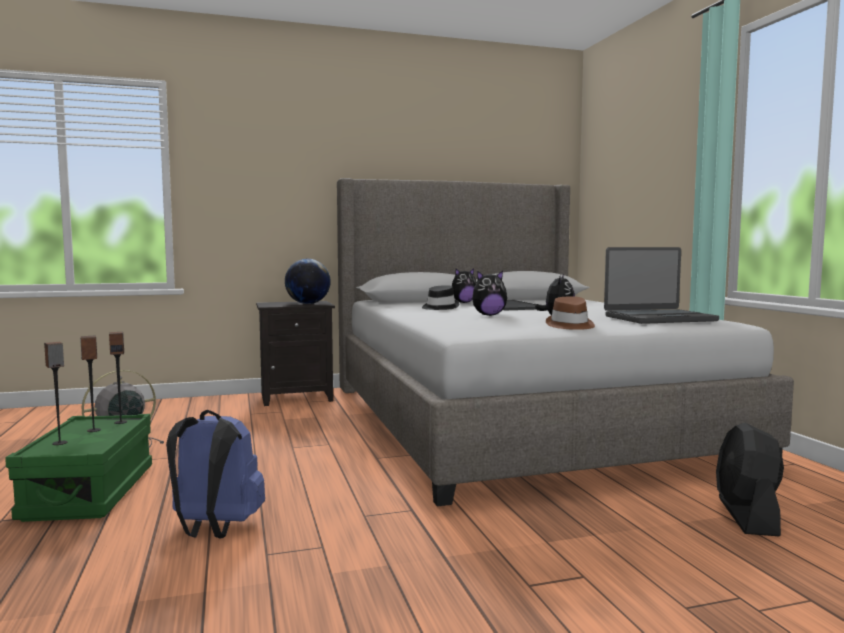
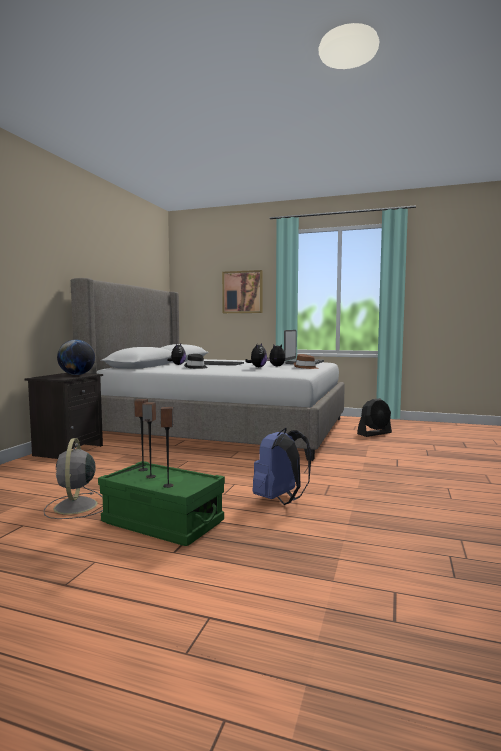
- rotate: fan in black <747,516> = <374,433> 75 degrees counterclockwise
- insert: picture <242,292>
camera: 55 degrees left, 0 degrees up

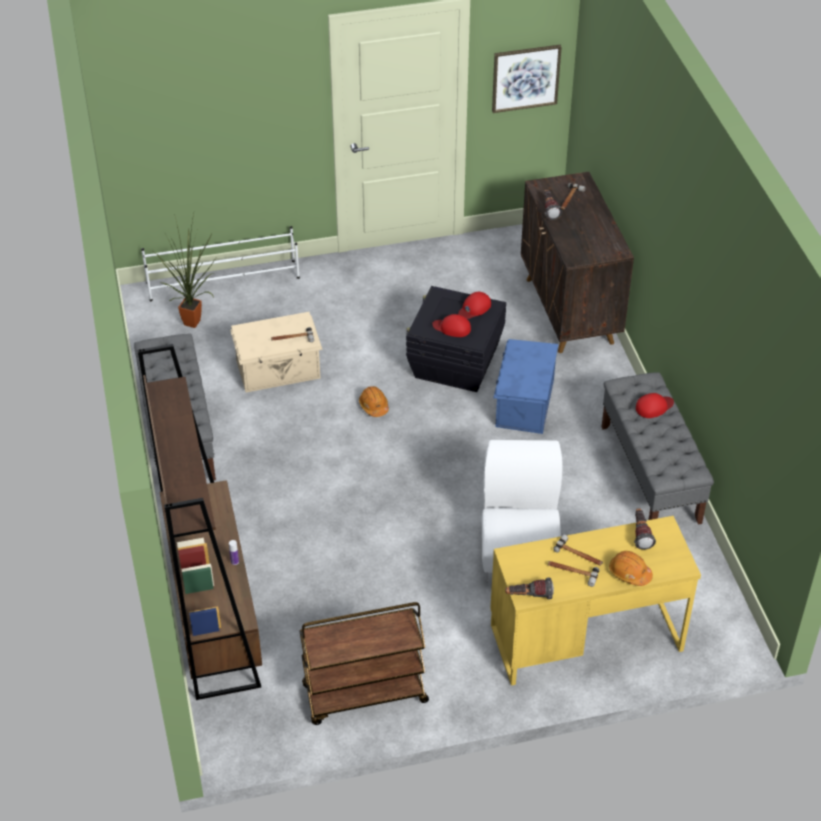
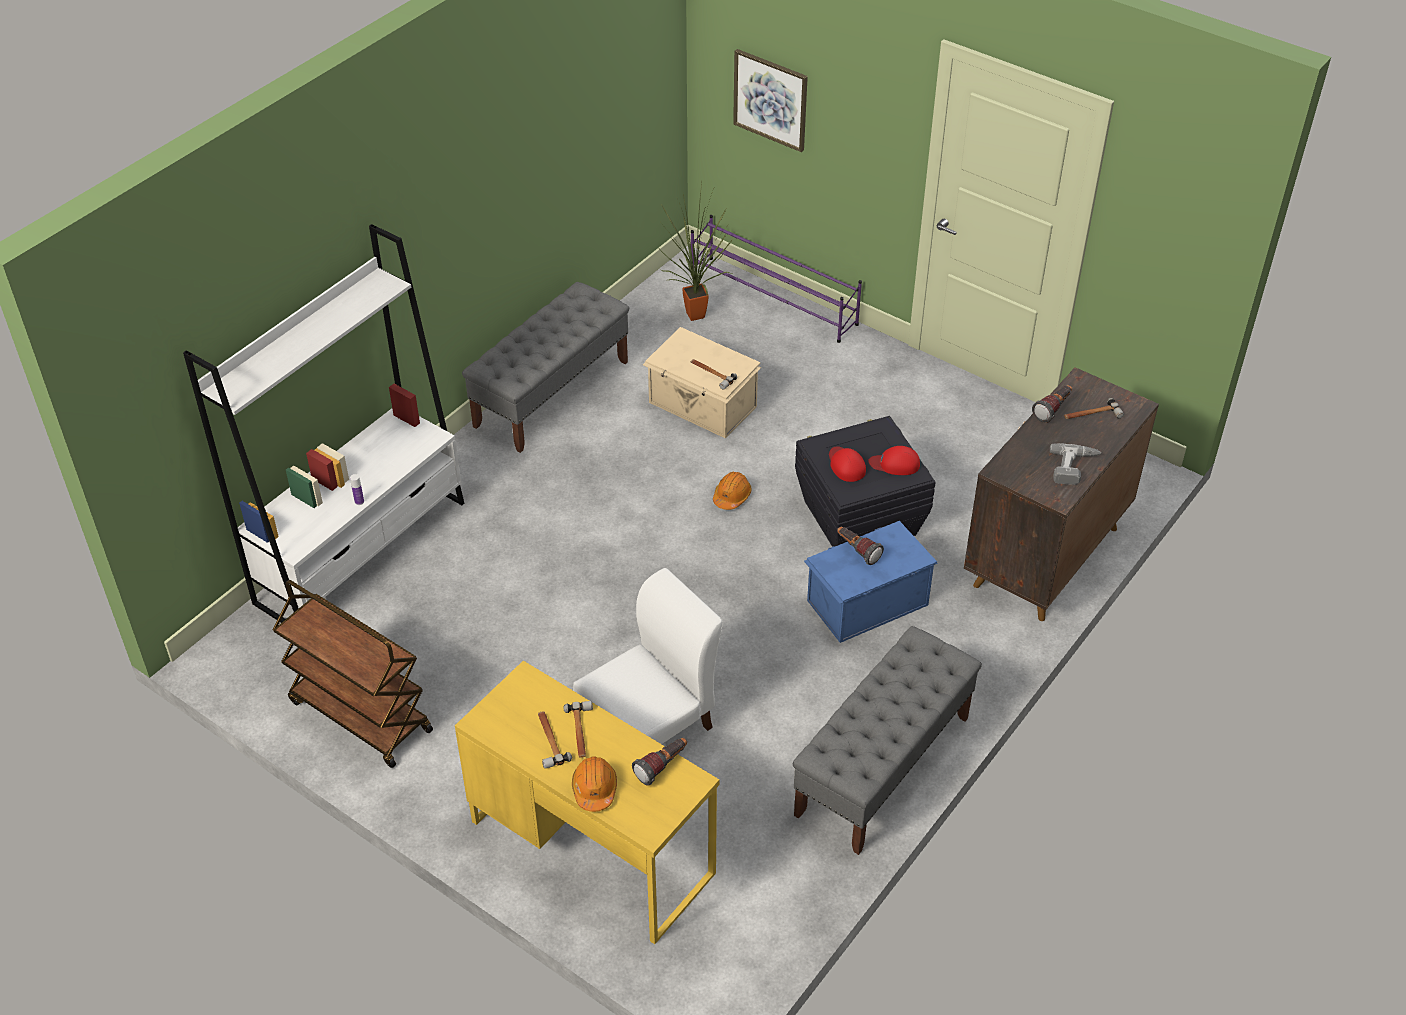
- recolor: bookcase in brown <213,613> to bookcase in white <362,552>
- recolor: shoe rack in white <224,280> to shoe rack in purple <773,299>
- move: picture <525,78> to <770,99>
- move: flashlight <528,596> to <857,551>
- delete: cap in red <654,407>
- insert: power drill <1074,468>
camera: 50 degrees right, 0 degrees up

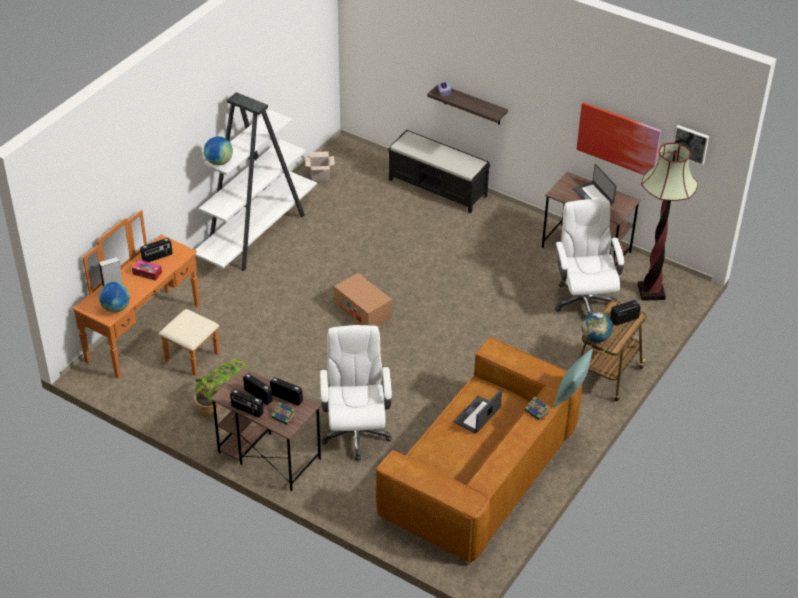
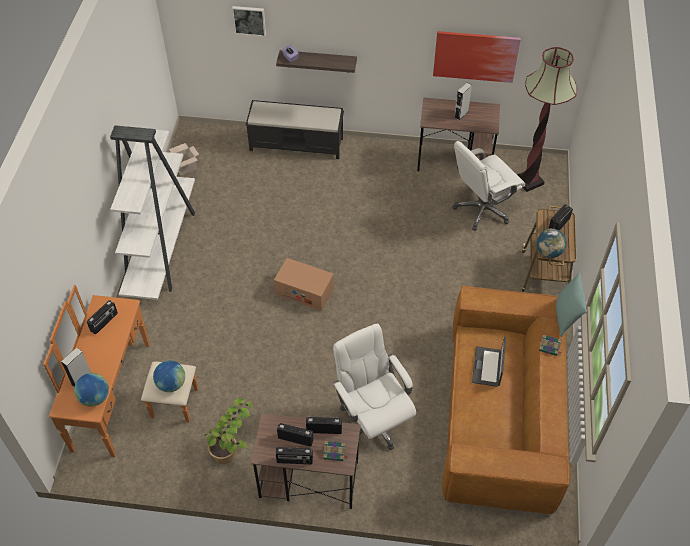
- delete: tissue box <147,273>
- move: globe <219,162> to <171,384>
- rotate: office chair in white <583,301> = <482,209> 90 degrees counterclockwise
- replace: laptop <593,196> to speaker in grey <461,114>
- move: picture <691,144> to <249,20>
camera: 25 degrees left, 10 degrees up

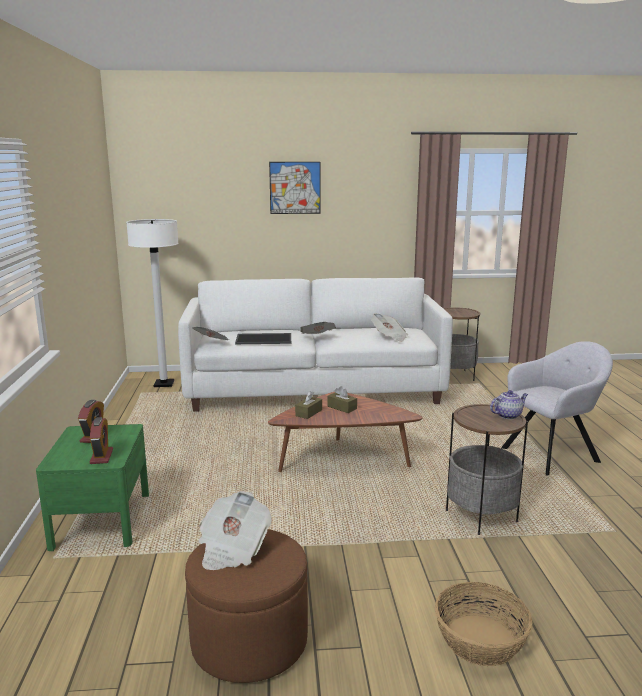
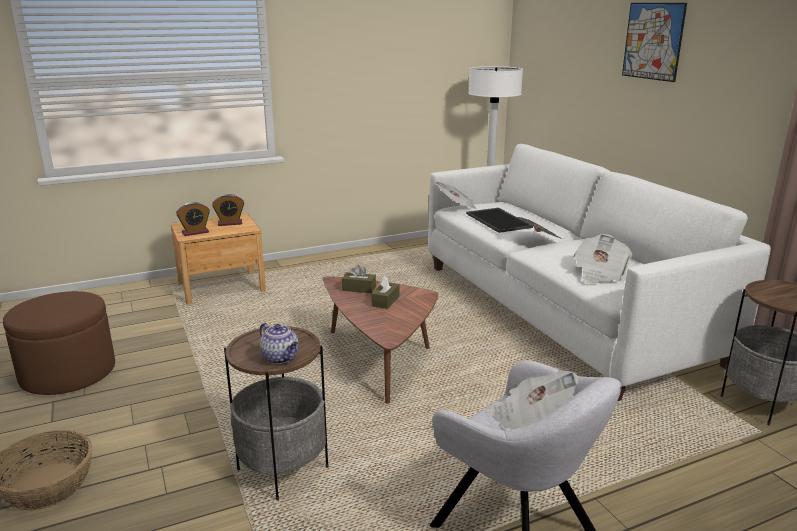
- recolor: nightstand in green <101,520> to nightstand in brown <221,287>
- move: newspaper <232,549> to <531,418>
camera: 70 degrees right, 5 degrees up

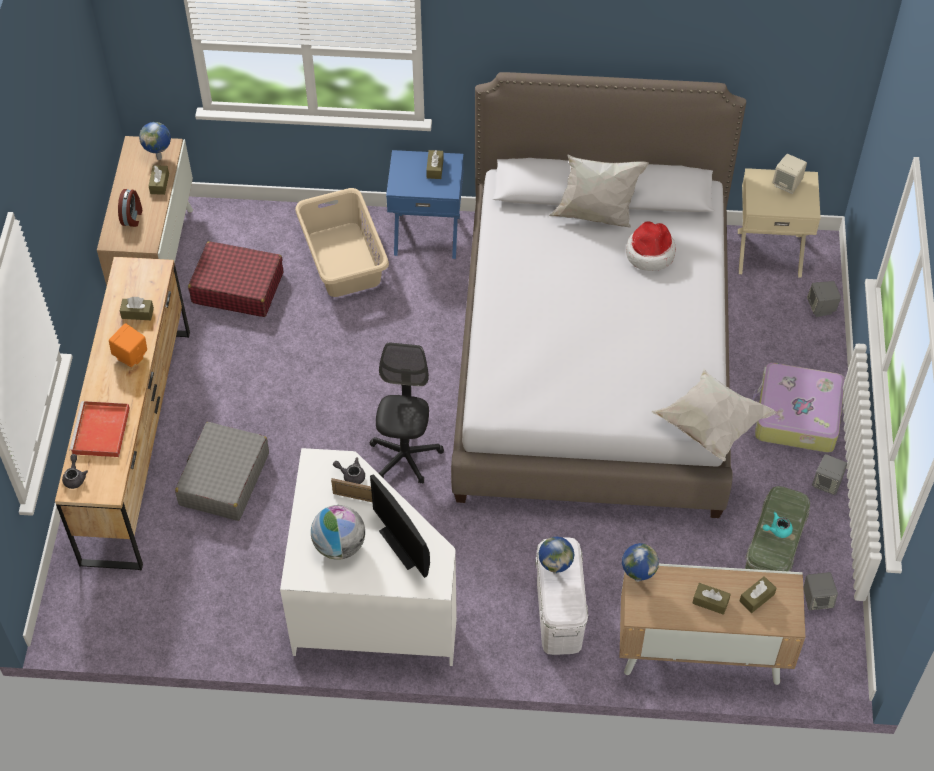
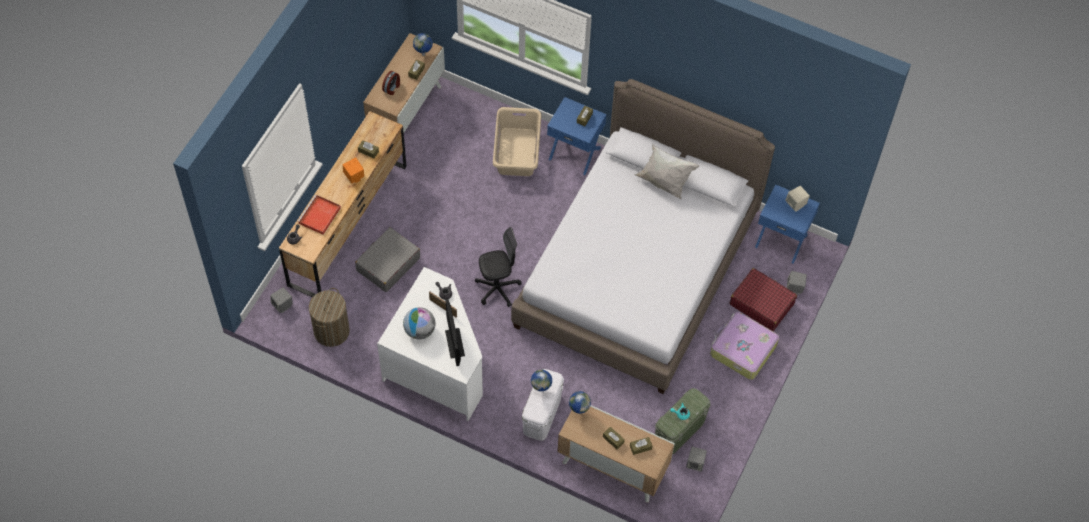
- move: suitcase in red <237,287> to <761,303>
- rotate: office chair in black <405,456> = <497,288> 45 degrees clockwise
- delete: hat <649,253>
- delete: pillow in white <710,425>
- recolor: nightstand in beige <769,252> to nightstand in blue <781,240>
- move: speaker in grey <827,483> to <283,305>
- insert: laundry basket <331,331>
camera: 20 degrees right, 5 degrees up

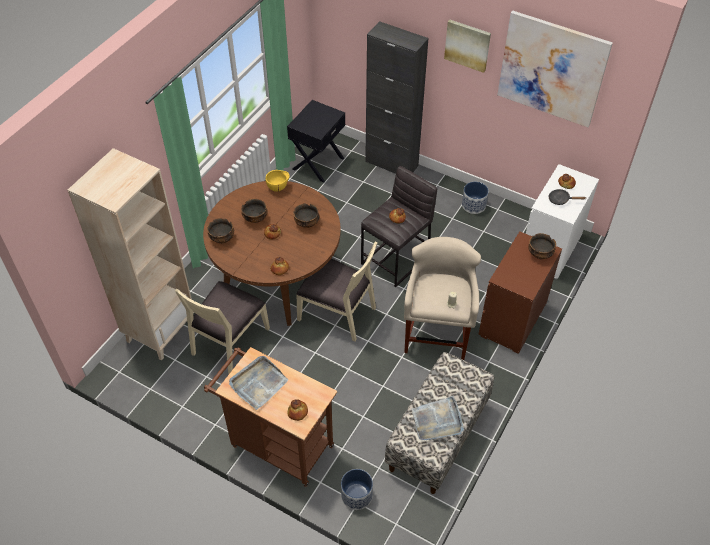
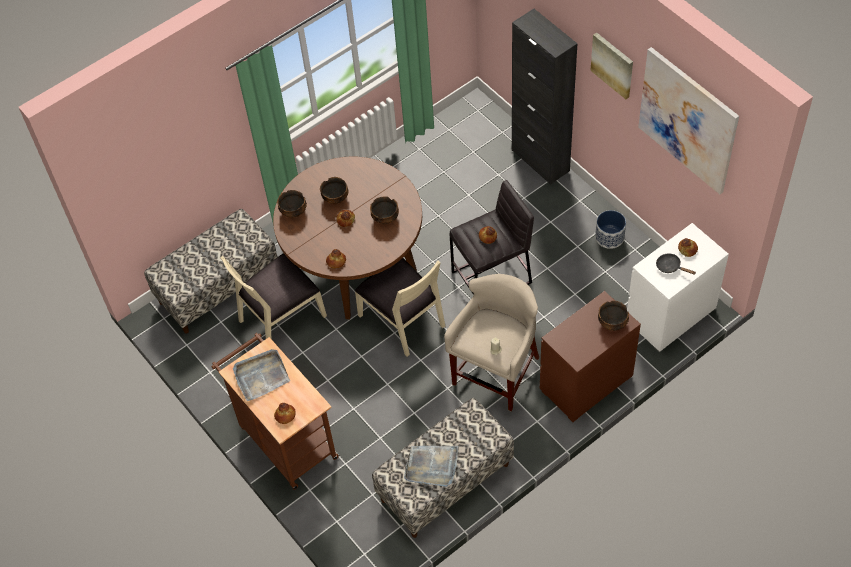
- replace: bookcase in beige <160,331> to bench <218,287>
- delete: bowl in yellow <278,188>
- delete: nightstand in black <317,163>
- delete: planter <356,495>
camera: 25 degrees right, 5 degrees up

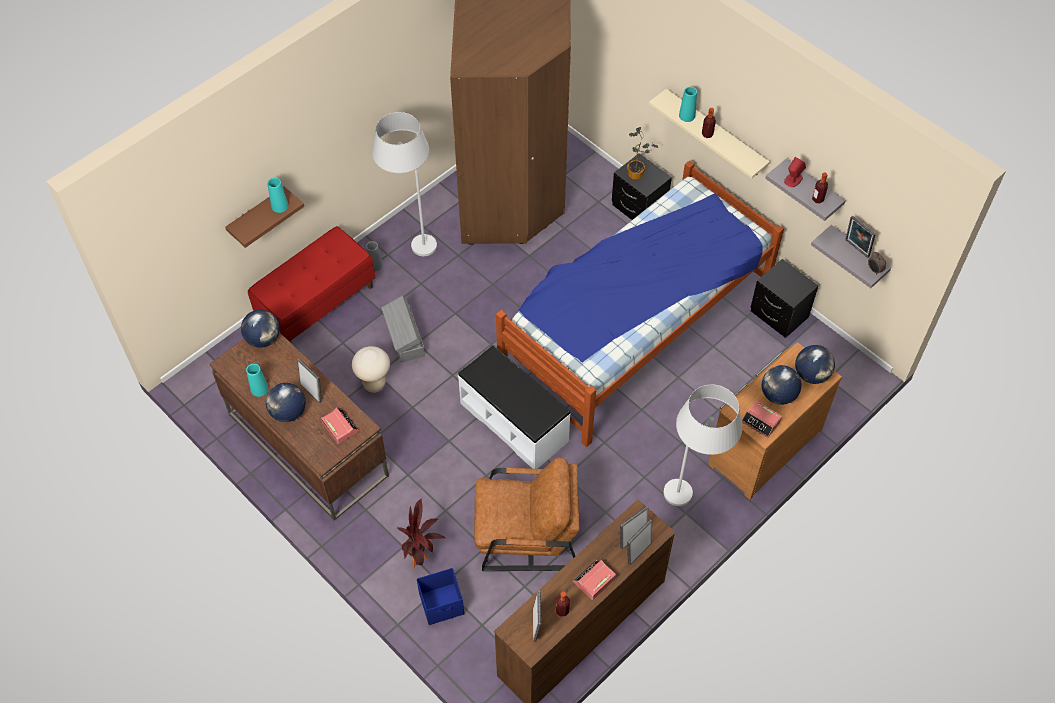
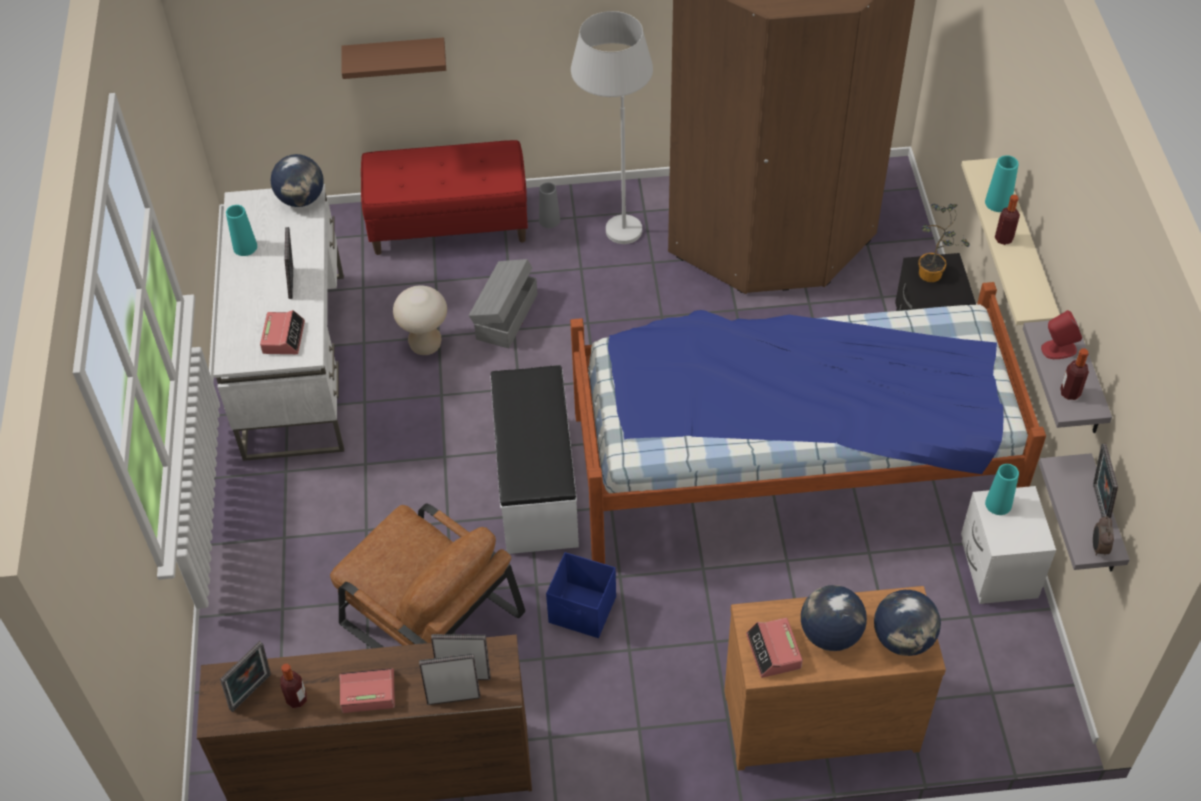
- recolor: desk in brown <307,444> to desk in white <295,363>
- delete: globe <288,412>
- move: vase in turquoise <279,206> to <998,504>
- delete: potted plant <422,558>
- move: storage box in blue <442,604> to <583,611>
- delete: floor lamp in white <691,501>
- recolor: nightstand in black <778,315> to nightstand in white <996,569>
camera: 40 degrees right, 5 degrees down

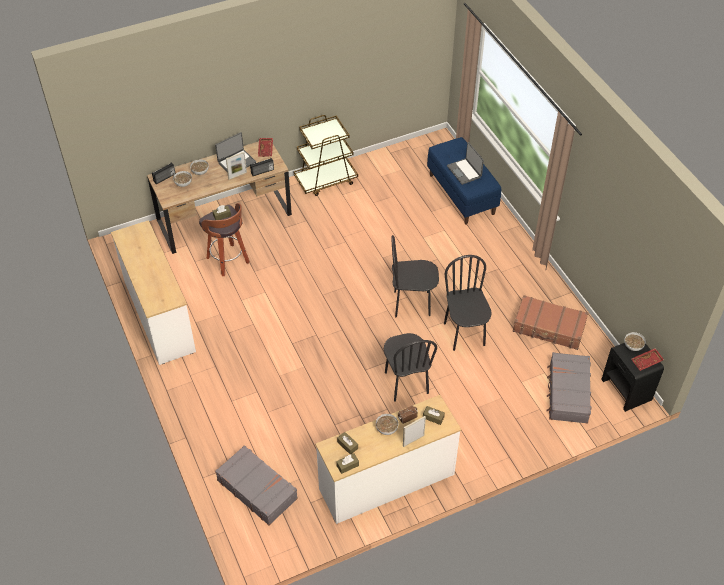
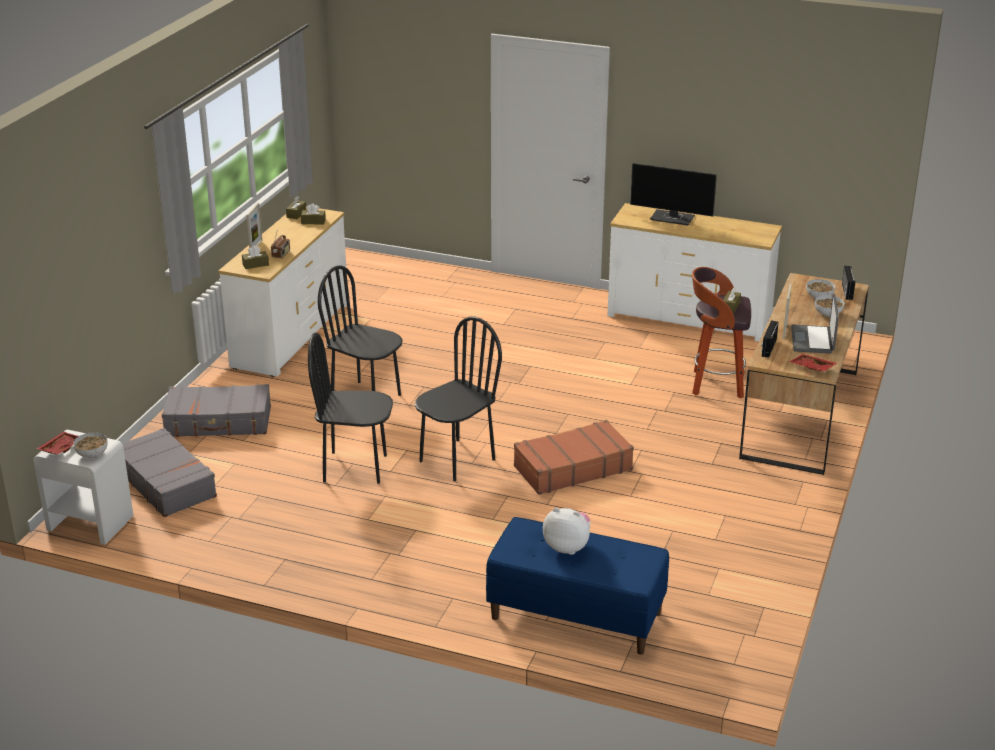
- move: suitcase in grey <257,489> to <218,422>
- delete: cart in brown <326,180>
- delete: bowl <387,429>
- rotate: chair in black <464,334> = <355,468> 150 degrees clockwise
- replace: laptop <464,171> to plush toy <567,547>
- move: suitcase in brown <549,328> to <572,468>
- recolor: nightstand in black <626,390> to nightstand in white <89,522>
- insert: monitor <673,218>
camera: 135 degrees right, 20 degrees down

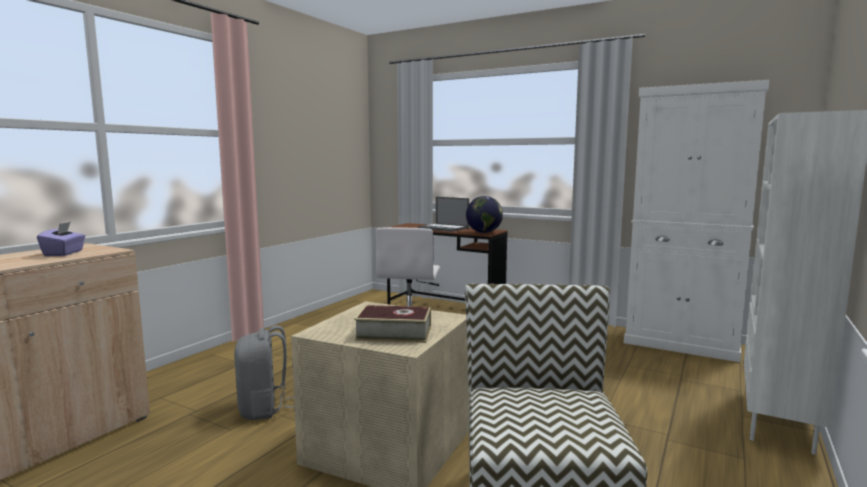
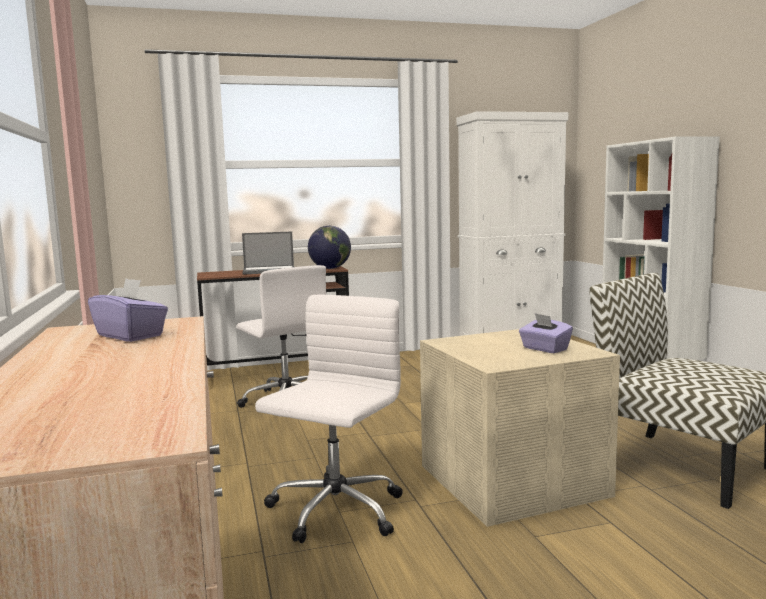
- replace: backpack in grey <264,408> to office chair in white <334,511>
- replace: book <394,333> to tissue box in purple <544,349>
camera: 45 degrees left, 0 degrees up

